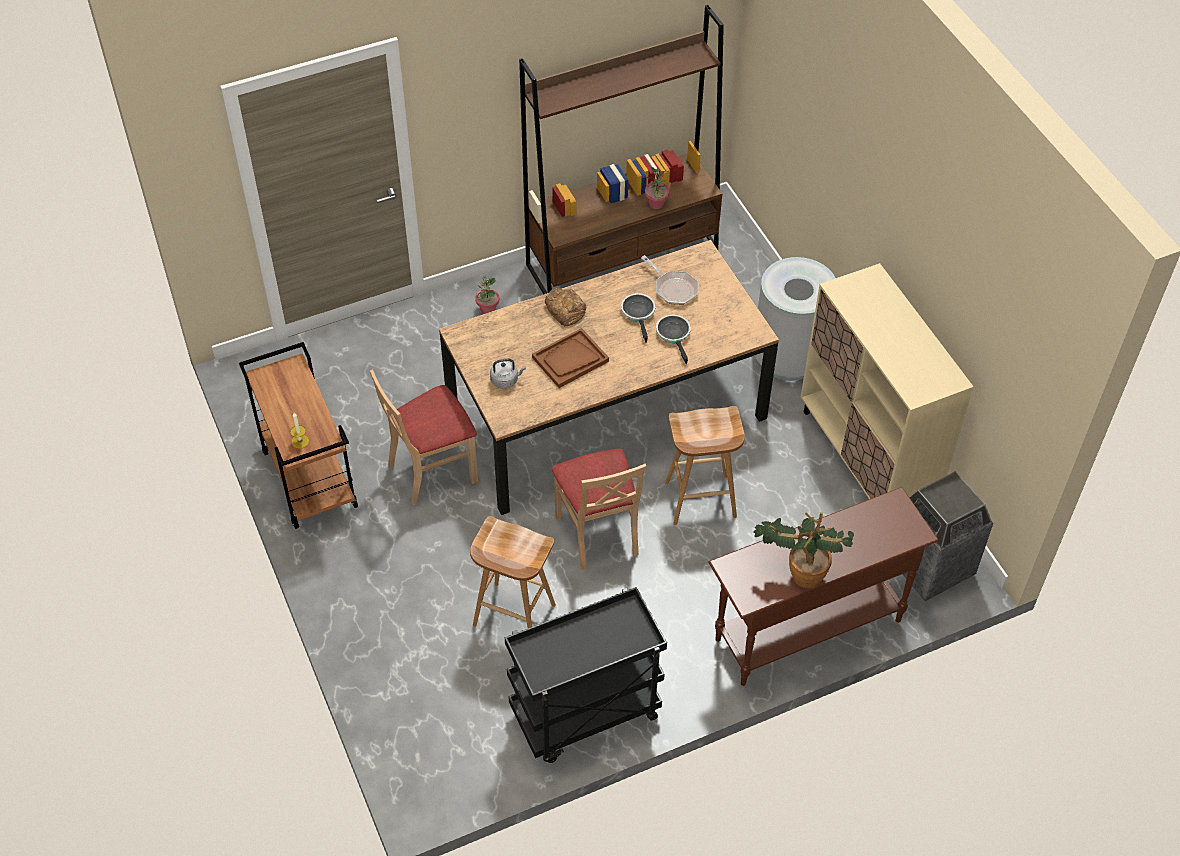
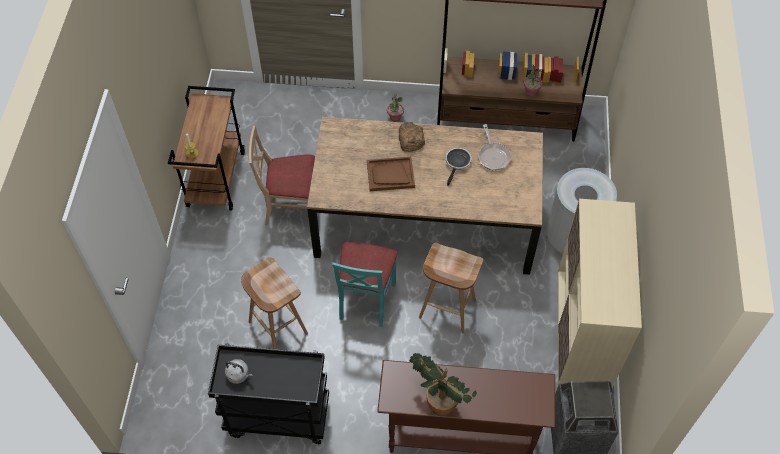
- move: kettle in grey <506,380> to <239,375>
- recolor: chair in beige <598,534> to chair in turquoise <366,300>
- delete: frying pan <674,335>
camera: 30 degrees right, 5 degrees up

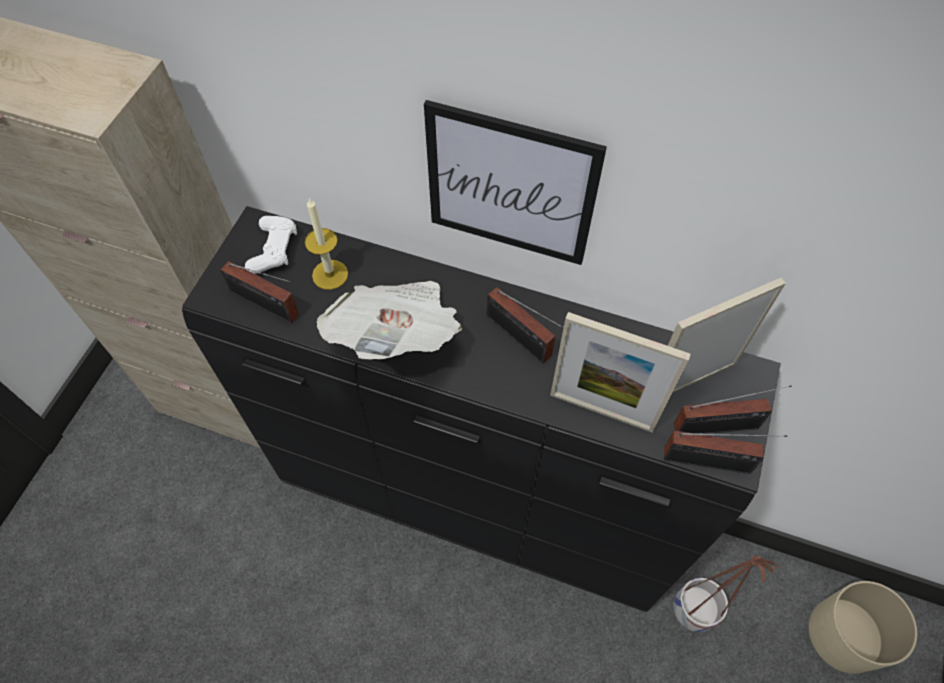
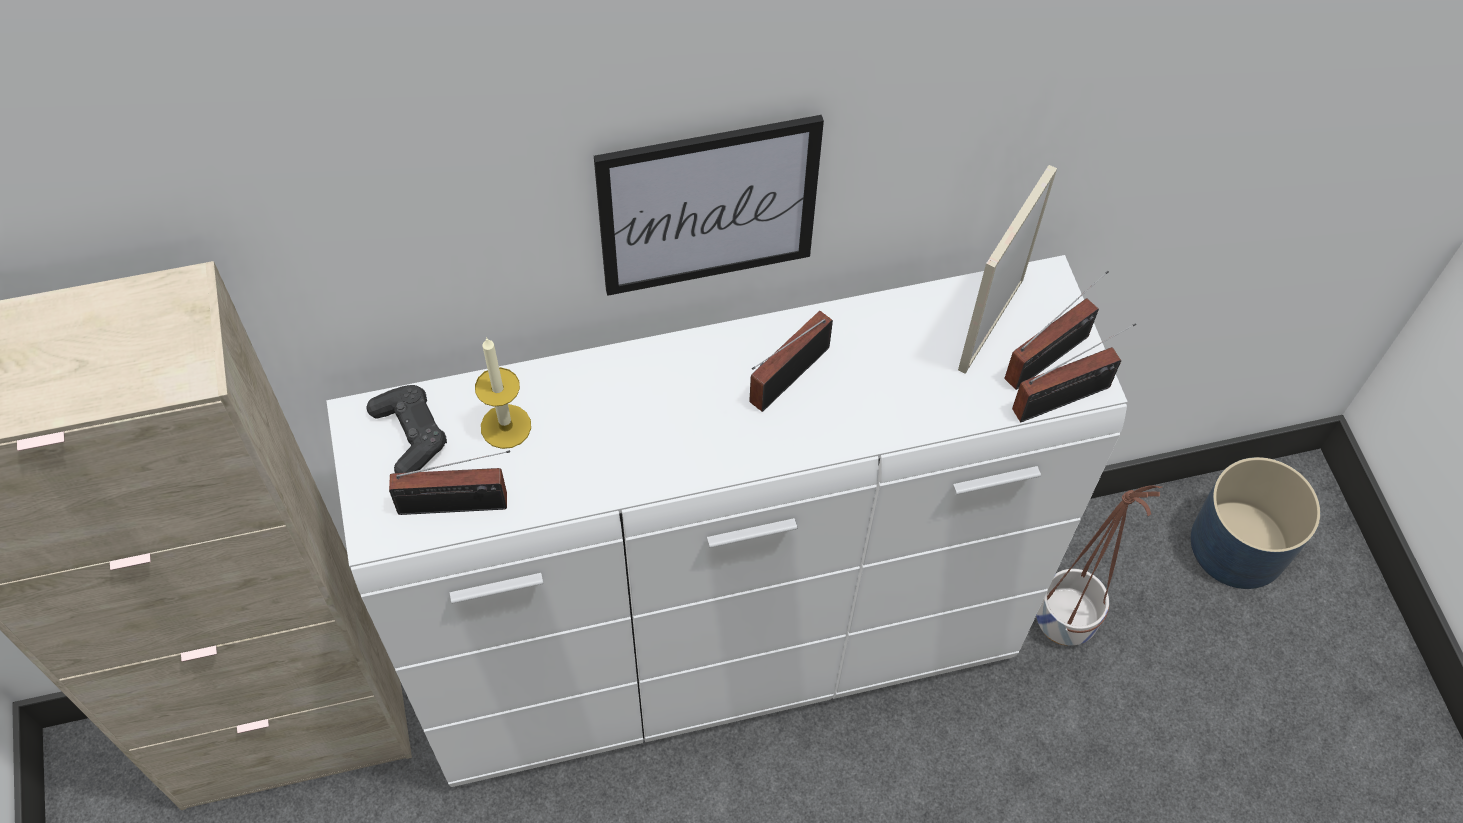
- recolor: dresser in black <474,508> to dresser in white <727,664>
- recolor: game controller in white <274,250> to game controller in black <410,435>
- delete: newspaper <397,335>
- rotate: radio <521,339> = <784,378> 120 degrees clockwise
- delete: picture frame <601,411>
- recolor: planter in beige <845,635> to planter in blue <1239,545>
camera: 35 degrees left, 0 degrees up

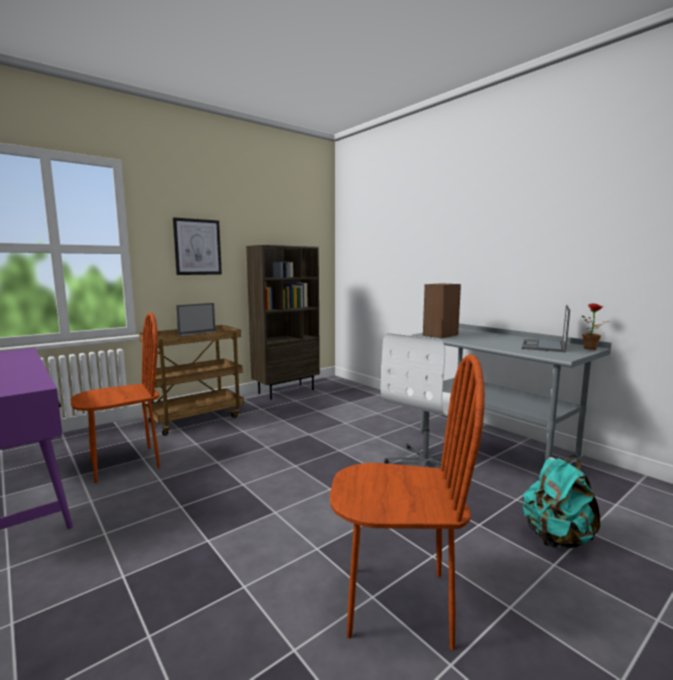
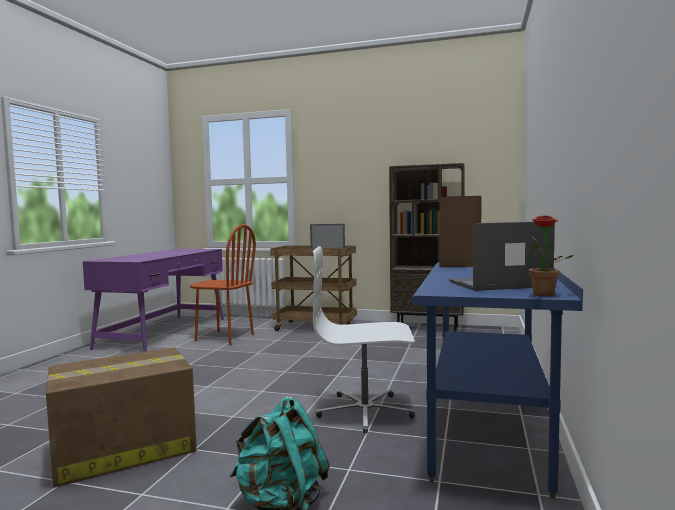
- delete: picture <197,247>
- replace: chair in brown <398,604> to cardboard box <122,450>
- recolor: desk in grey <494,444> to desk in blue <488,434>
camera: 55 degrees right, 5 degrees down

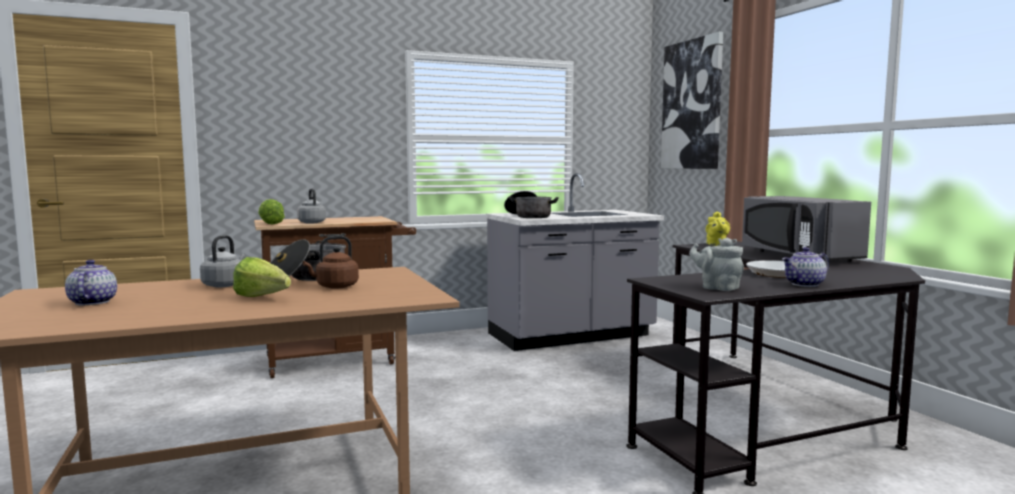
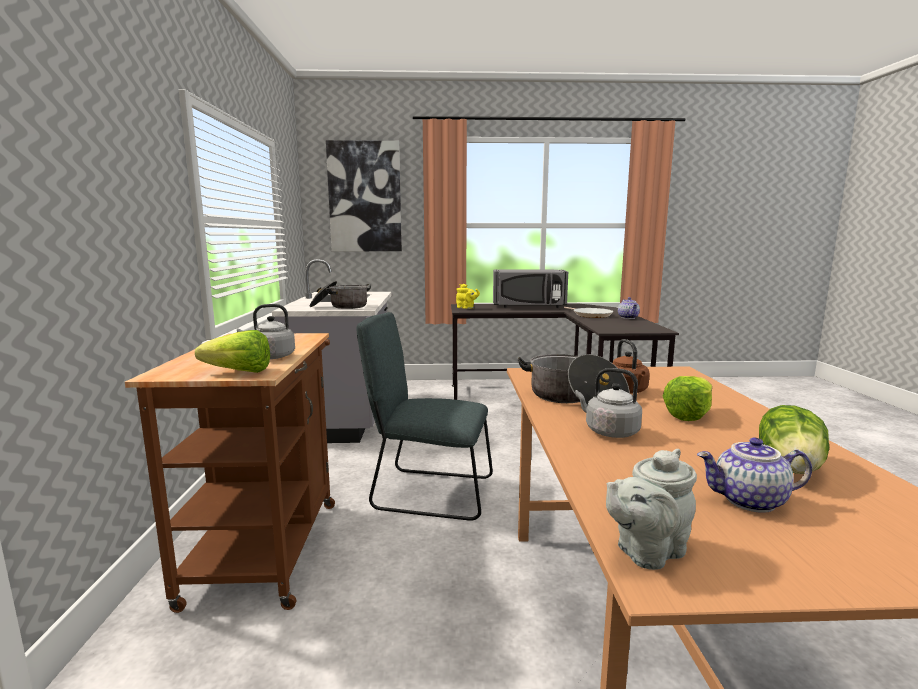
- move: teapot in grey <717,288> to <646,551>
- insert: chair in grey <427,492>
- insert: lettuce <791,467>
camera: 70 degrees left, 5 degrees up

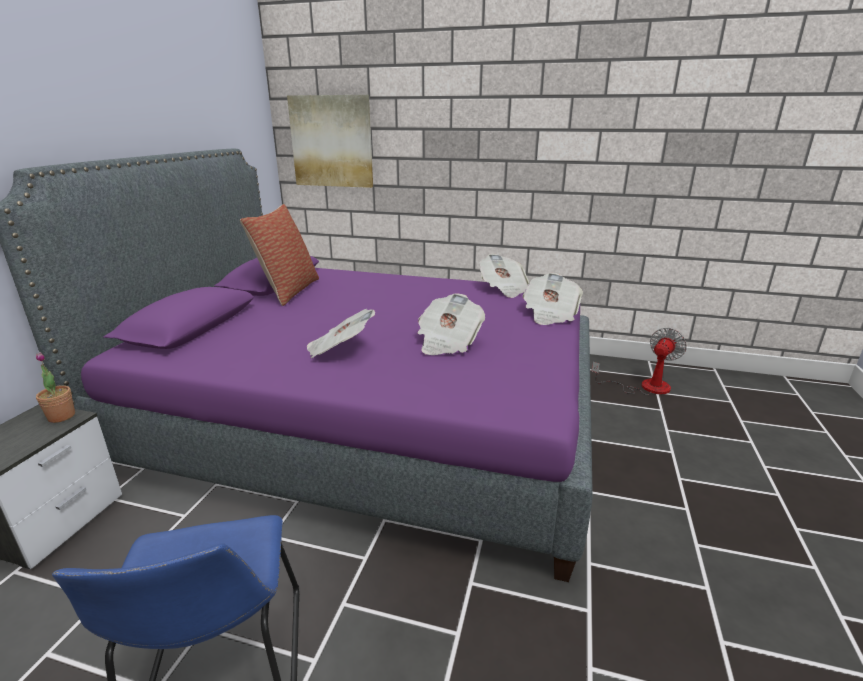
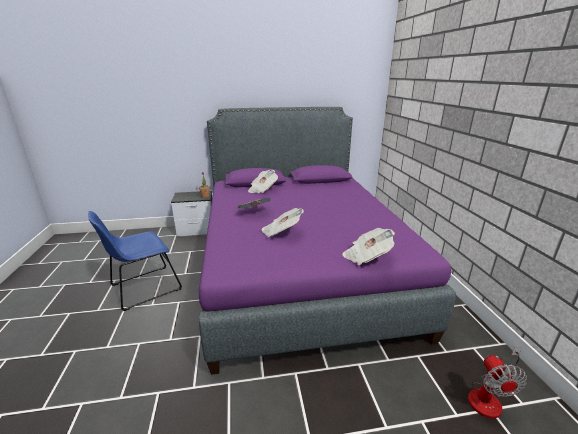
- delete: pillow <288,291>
- delete: picture <332,141>
- move: newspaper <504,289> to <262,189>
- rotate: fan <644,387> = <489,397> 75 degrees clockwise
camera: 65 degrees right, 0 degrees up

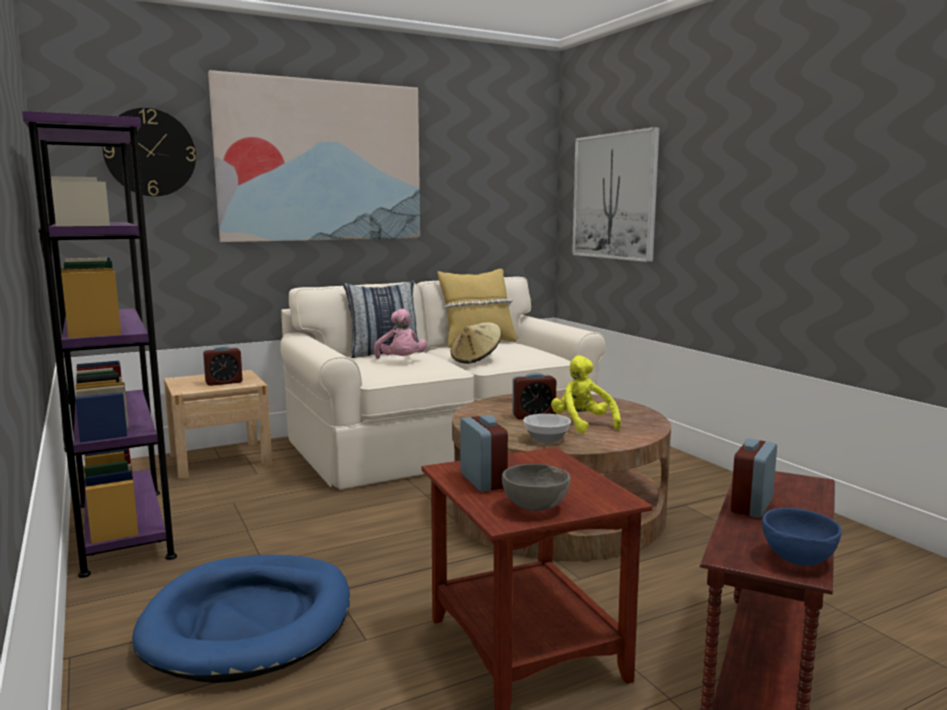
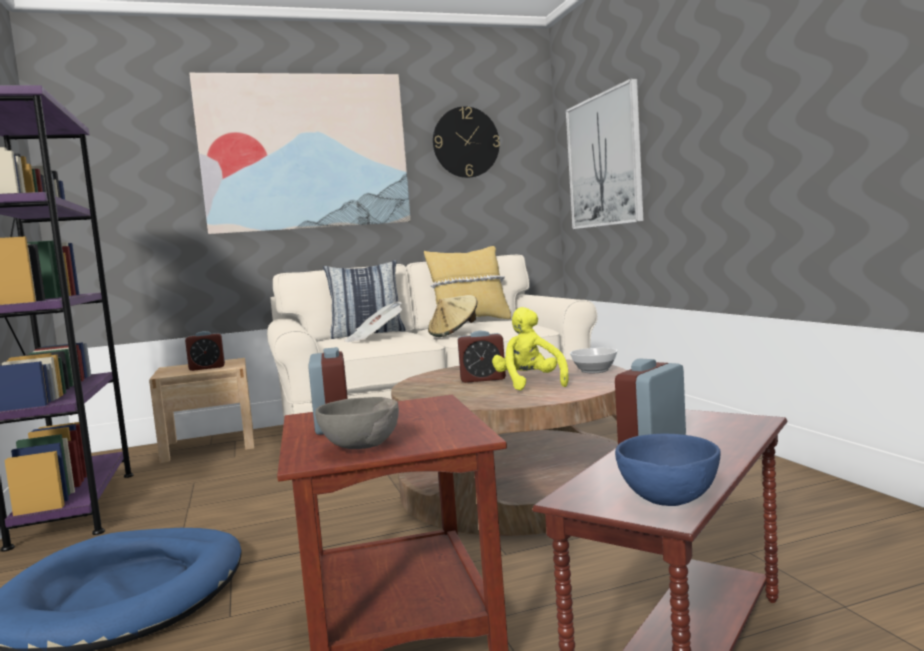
- move: wall clock <150,152> to <466,142>
- replace: plush toy in pink <401,361> to newspaper <375,338>
- move: bowl <546,439> to <594,370>
camera: 10 degrees right, 5 degrees down

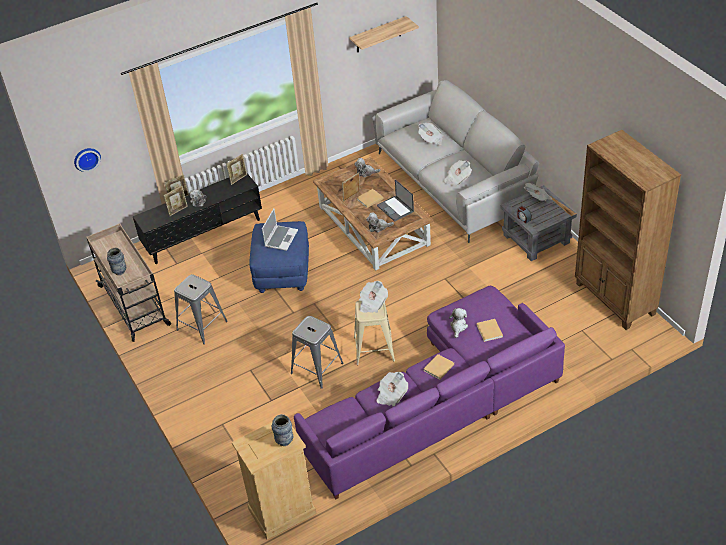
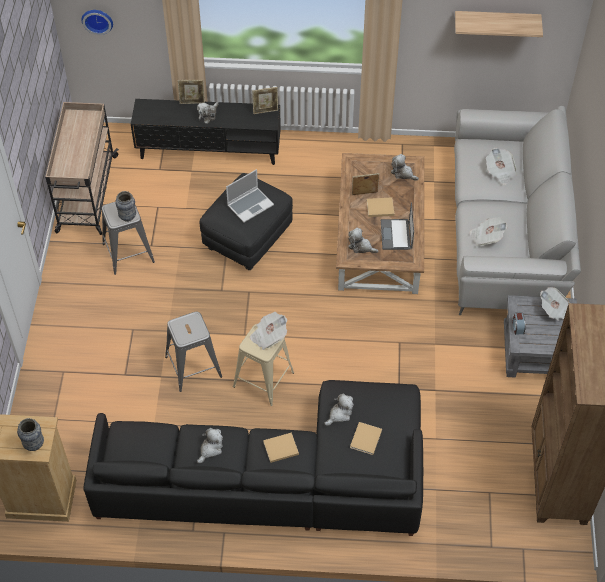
- move: vase <119,271> to <128,217>
- delete: picture frame <178,210>
- recolor: ottoman in blue <282,272> to ottoman in black <248,238>
- recolor: sofa in purple <440,401> to sofa in black <277,479>
- replace: newspaper <391,395> to plush toy <210,449>
camera: 30 degrees right, 10 degrees up

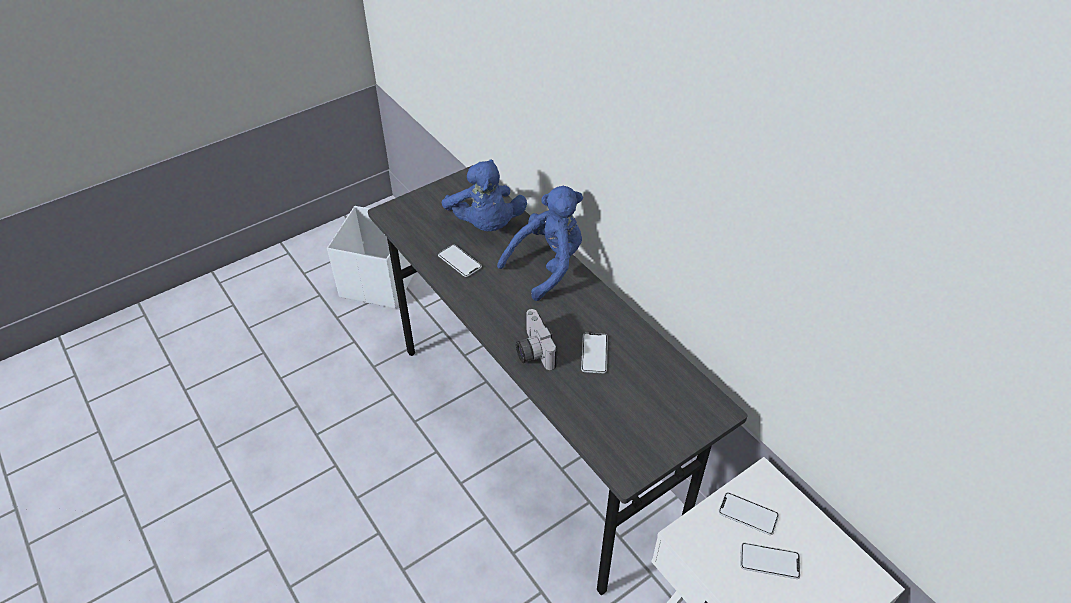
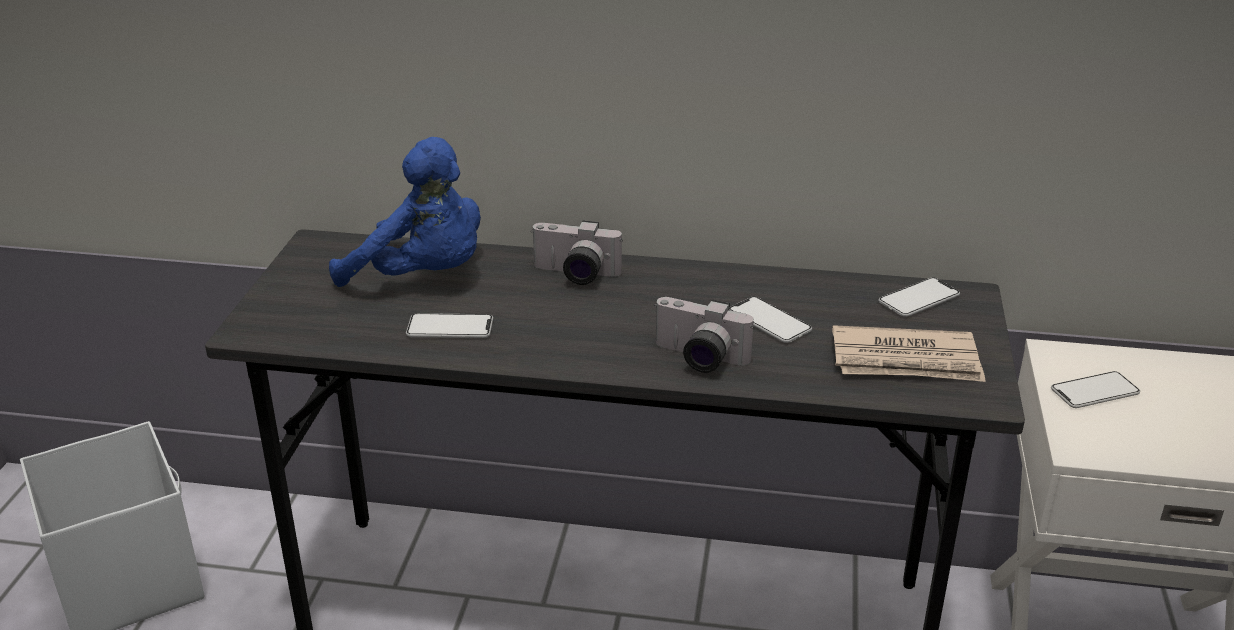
- replace: plush toy in blue <547,266> to photo camera <574,275>
- move: phone <769,561> to <918,299>
- insert: newspaper <906,361>
camera: 45 degrees left, 15 degrees down

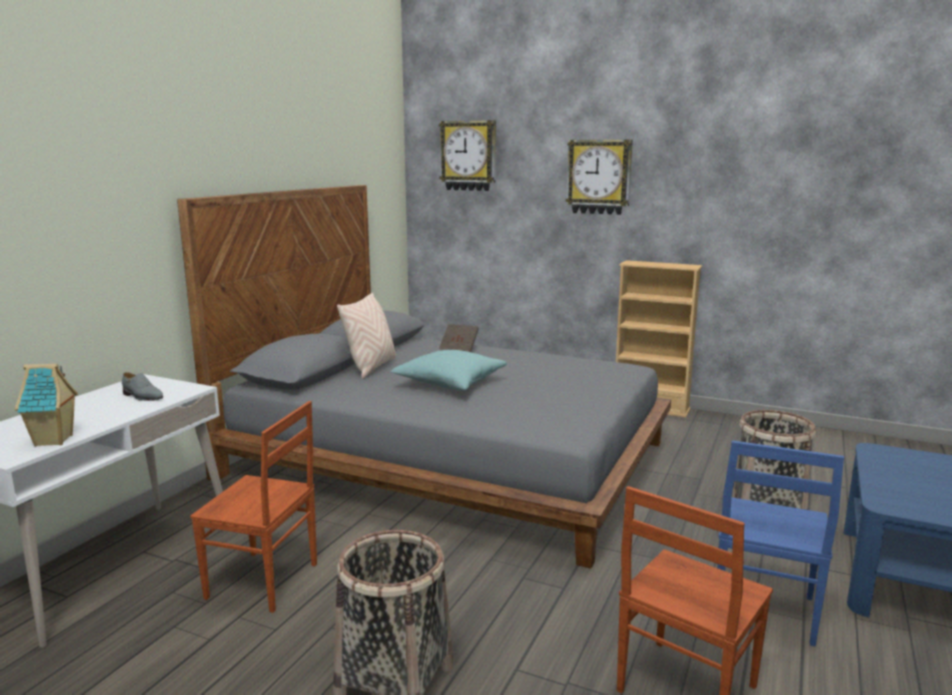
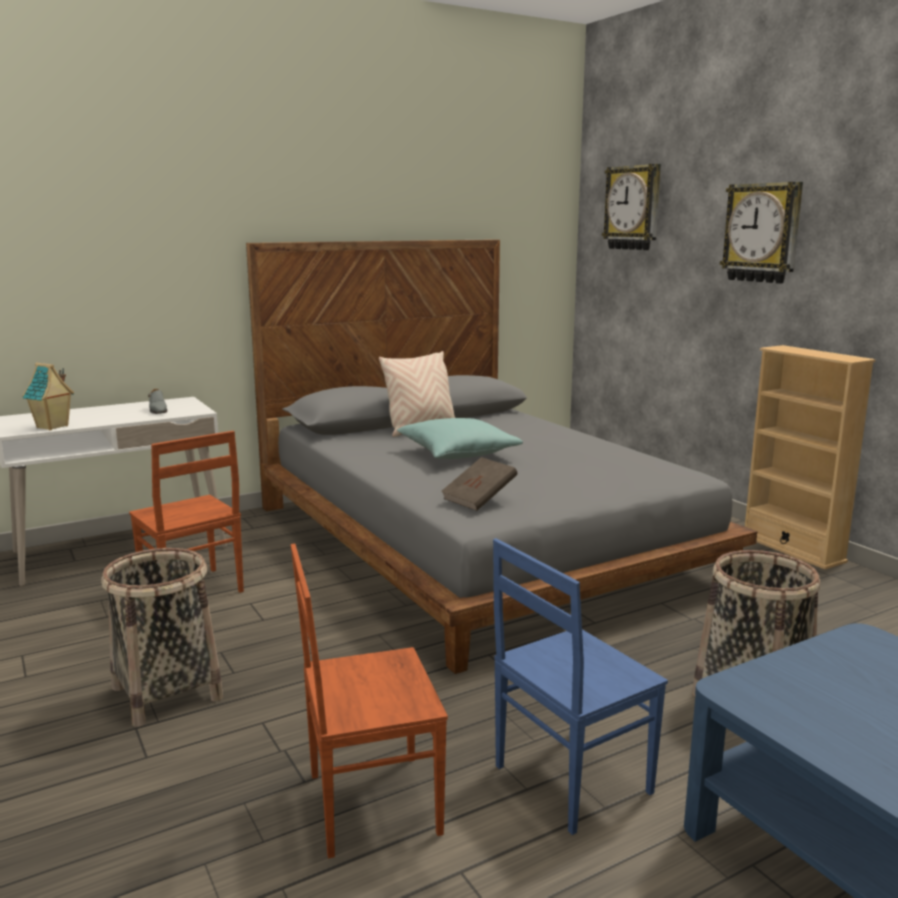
- move: book in brown <459,349> to <479,499>
camera: 35 degrees right, 0 degrees up

